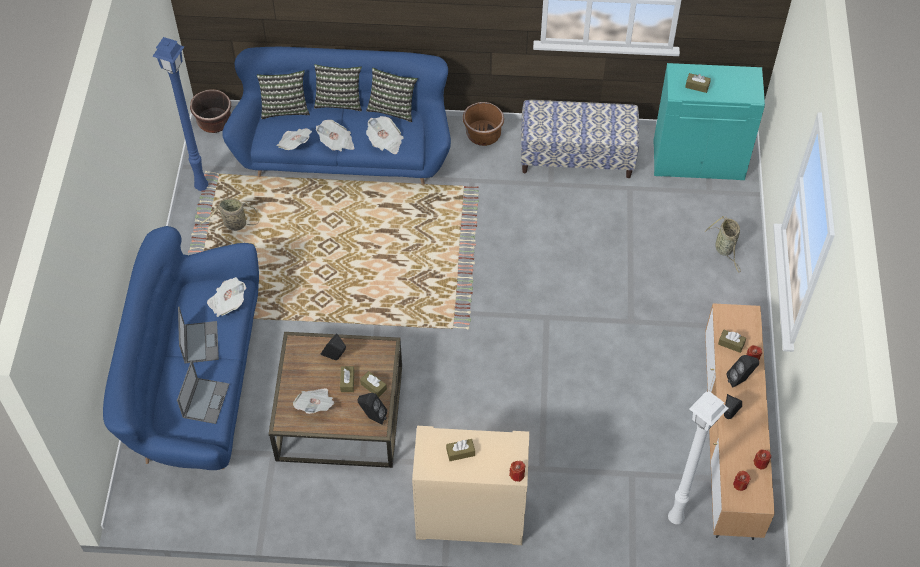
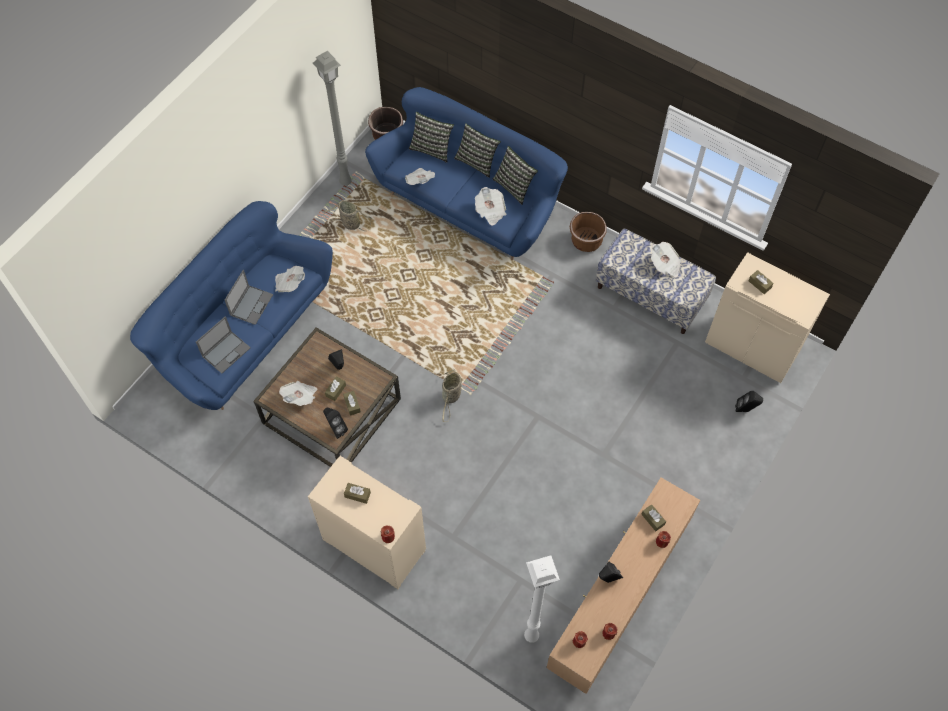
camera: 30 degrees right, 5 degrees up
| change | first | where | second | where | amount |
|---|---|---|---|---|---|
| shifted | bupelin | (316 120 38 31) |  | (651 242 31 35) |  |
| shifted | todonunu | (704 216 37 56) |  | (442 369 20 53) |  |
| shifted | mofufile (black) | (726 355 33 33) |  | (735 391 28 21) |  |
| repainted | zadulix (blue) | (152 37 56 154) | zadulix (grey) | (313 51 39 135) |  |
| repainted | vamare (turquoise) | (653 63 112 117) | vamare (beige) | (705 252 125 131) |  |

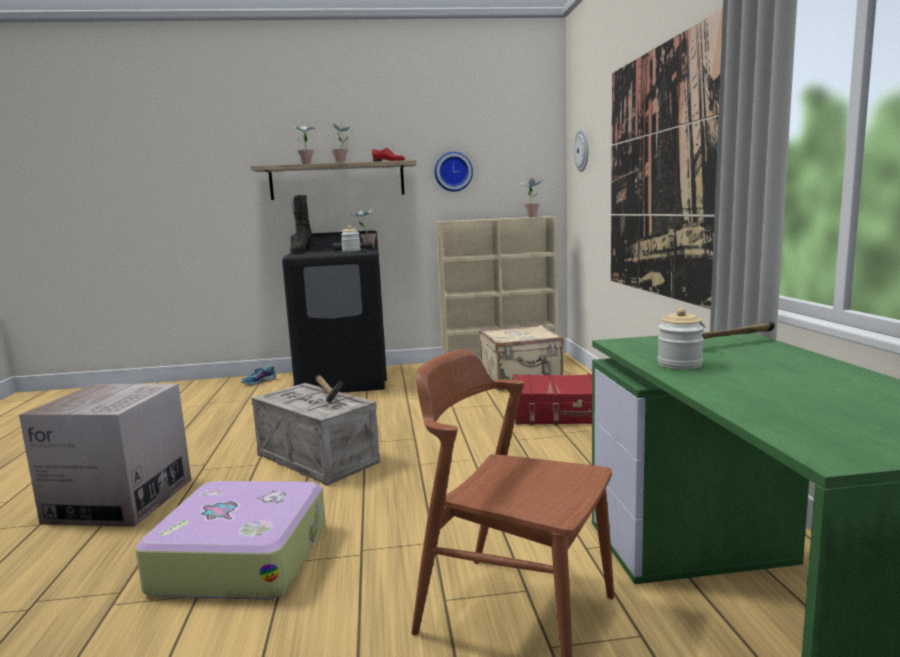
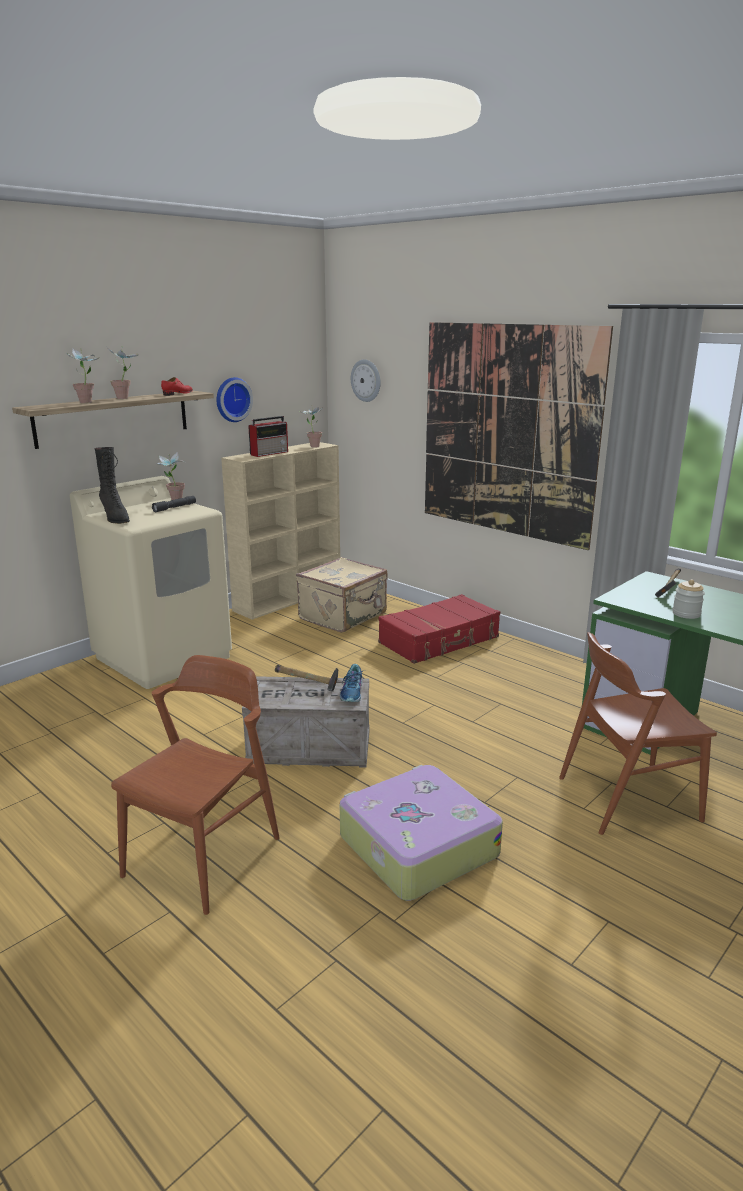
camera: 40 degrees left, 10 degrees up
| change | first | where | second | where | amount |
|---|---|---|---|---|---|
| gone | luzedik | (341 225 20 27) |  |  |  |
| new |  |  | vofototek | (248 416 40 41) |  |
| shifted | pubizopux | (241 365 35 20) |  | (340 664 25 38) |  |
| swapped | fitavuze | (19 384 172 143) | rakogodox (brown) | (111 655 169 260) |  |
| repainted | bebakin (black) | (282 230 105 163) | bebakin (beige) | (70 476 162 213) |  |

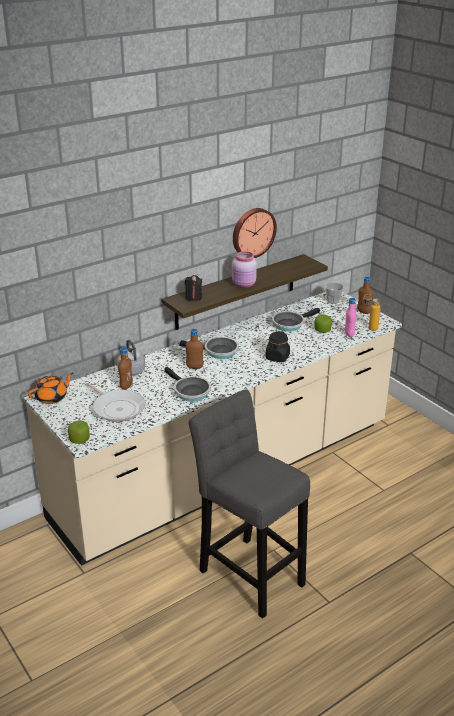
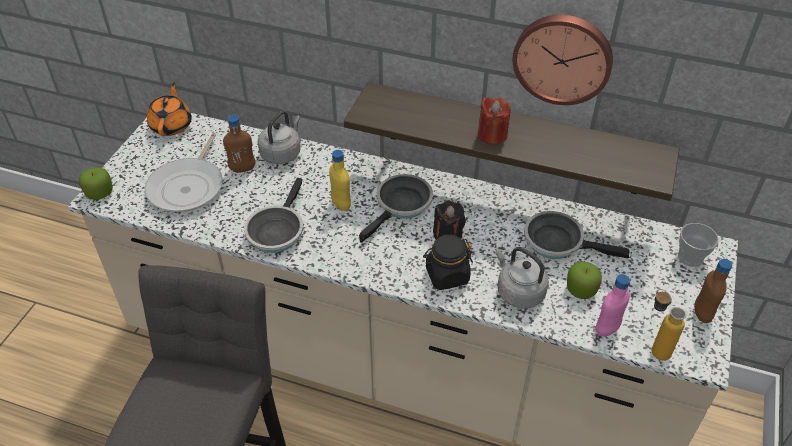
camera: 55 degrees right, 15 degrees up
| change | first | where | second | where | amount |
|---|---|---|---|---|---|
| new |  |  | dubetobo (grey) | (496 247 53 61) |  |
| shifted | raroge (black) | (185 275 17 27) |  | (433 200 33 39) |  |
| swapped | luzedik (pink) | (232 251 25 37) | raroge (red) | (478 97 33 48) |  |
| repainted | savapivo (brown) | (186 329 18 40) | savapivo (yellow) | (329 150 22 61) |  |
| rotated | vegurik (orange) | (28 373 45 31) |  | (147 82 45 54) | 105 degrees counterclockwise |
| rotated | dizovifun | (179 337 60 22) |  | (359 174 74 69) | 120 degrees counterclockwise |

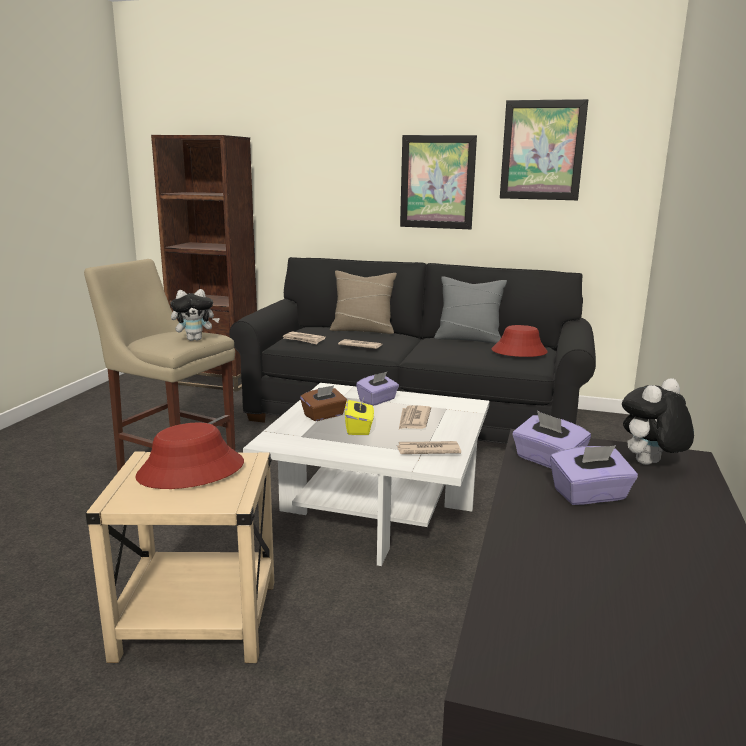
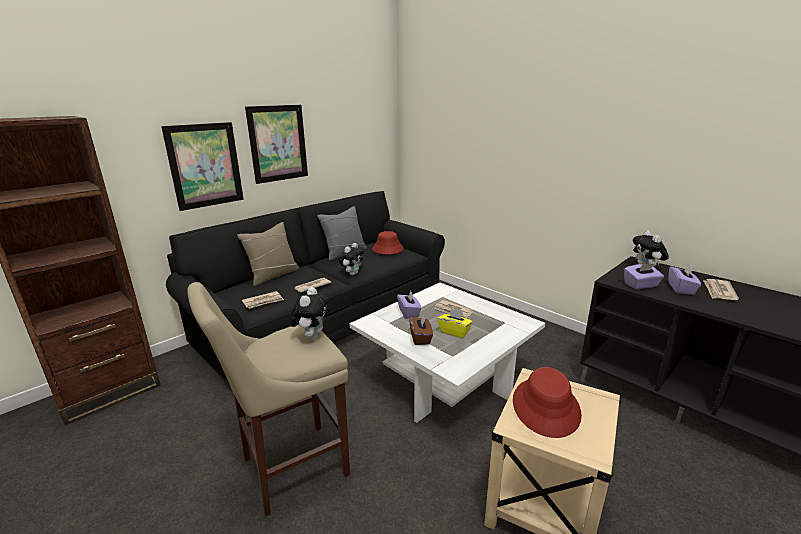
camera: 60 degrees left, 5 degrees up
| change | first | where | second | where | amount |
|---|---|---|---|---|---|
| new |  |  | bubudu | (339 243 25 32) |  |
| shifted | bupelin | (397 441 64 13) |  | (703 279 36 21) |  |
| shifted | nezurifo | (500 99 88 101) |  | (161 122 83 89) |  |

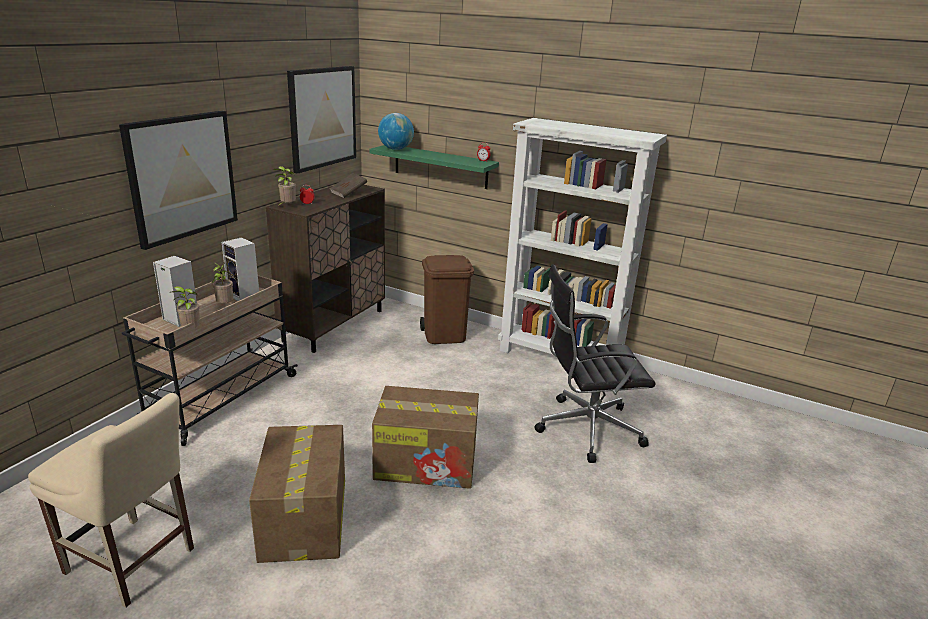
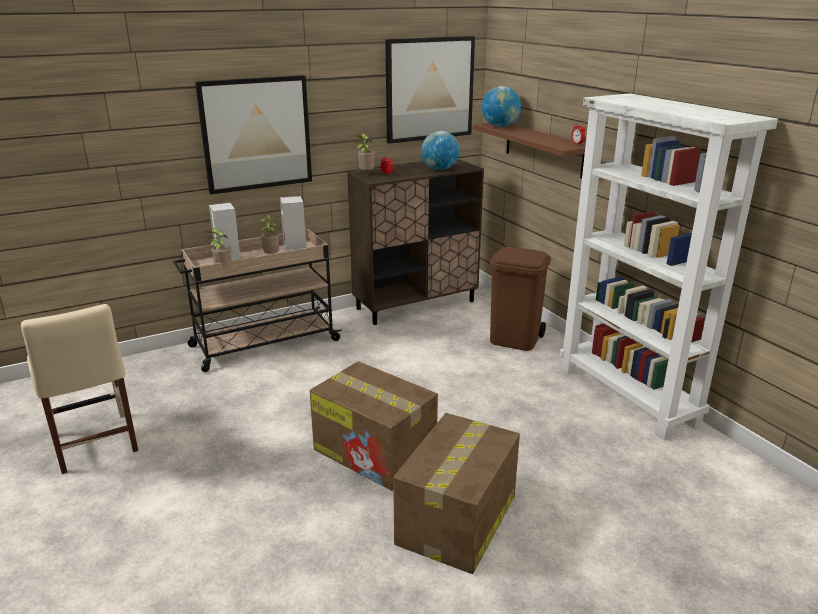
camera: 35 degrees right, 0 degrees up
| change | first | where | second | where | amount |
|---|---|---|---|---|---|
| gone | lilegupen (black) | (534 264 122 199) |  |  |  |
| shifted | fitavuze | (249 425 96 138) |  | (393 413 127 161) |  |
| swapped | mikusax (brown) | (329 173 38 25) | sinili | (421 131 39 39) |  |
| repainted | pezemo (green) | (369 145 130 44) | pezemo (brown) | (474 123 112 55) |  |

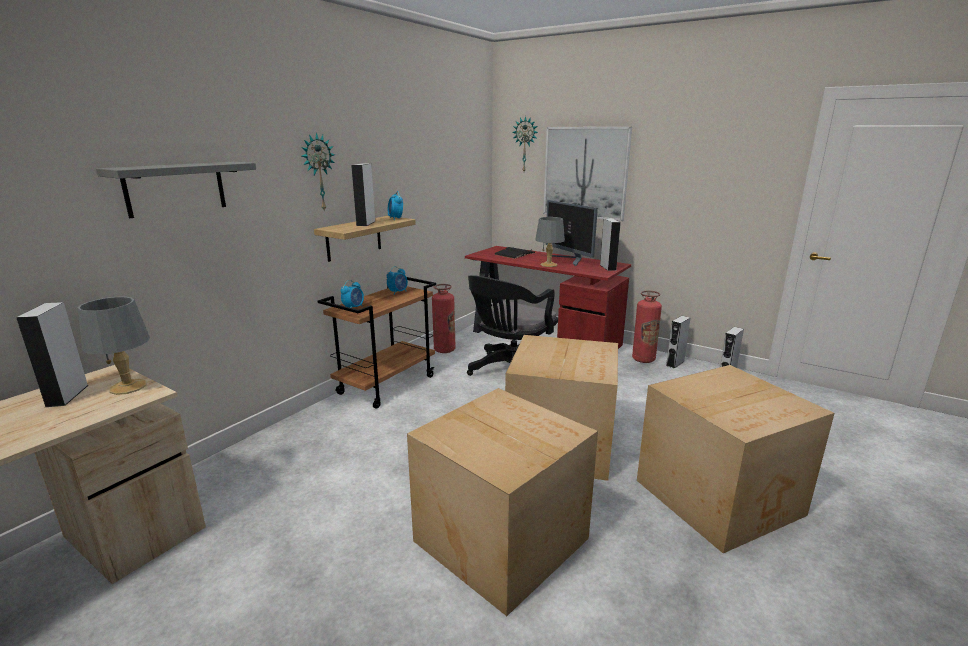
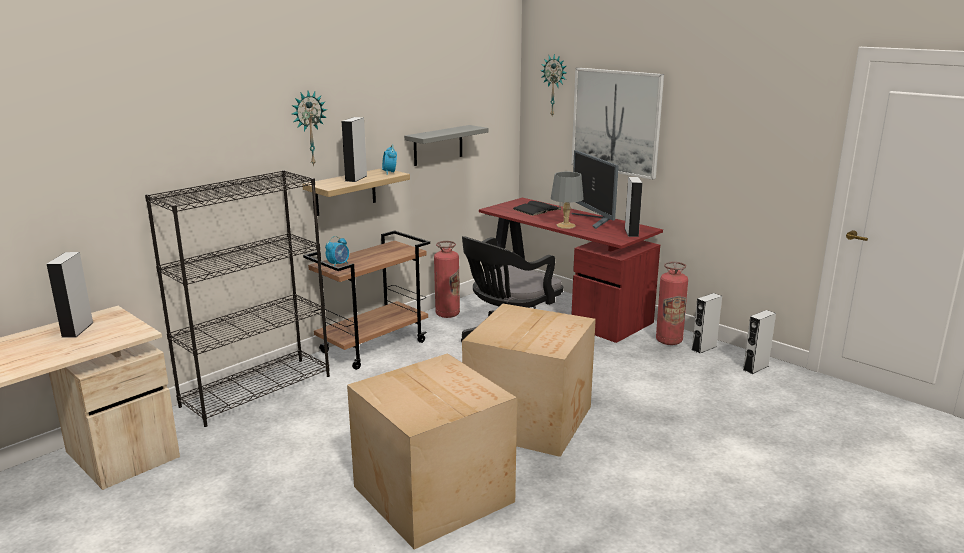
camera: 10 degrees right, 0 degrees up
| change | first | where | second | where | amount |
|---|---|---|---|---|---|
| gone | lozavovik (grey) | (78 297 72 98) |  |  |  |
| gone | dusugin | (387 266 21 29) |  |  |  |
| gone | fitavuze | (637 365 198 188) |  |  |  |
| new |  |  | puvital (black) | (145 170 185 257) |  |
| shifted | pezemo (grey) | (96 162 160 56) |  | (404 125 84 41) |  |

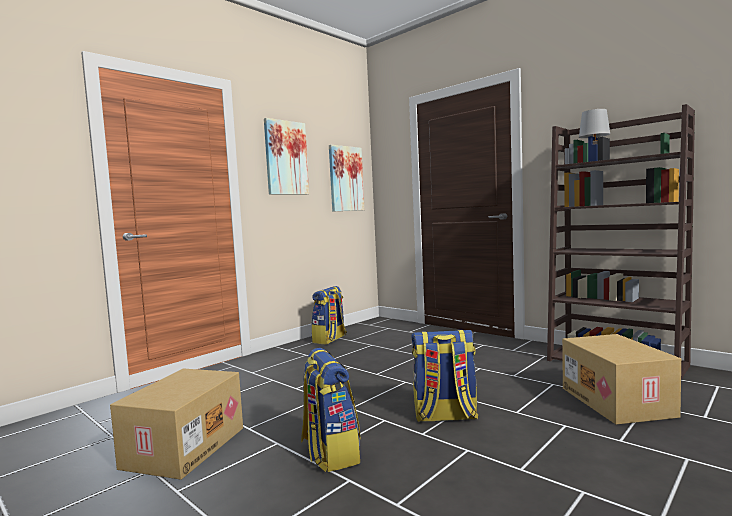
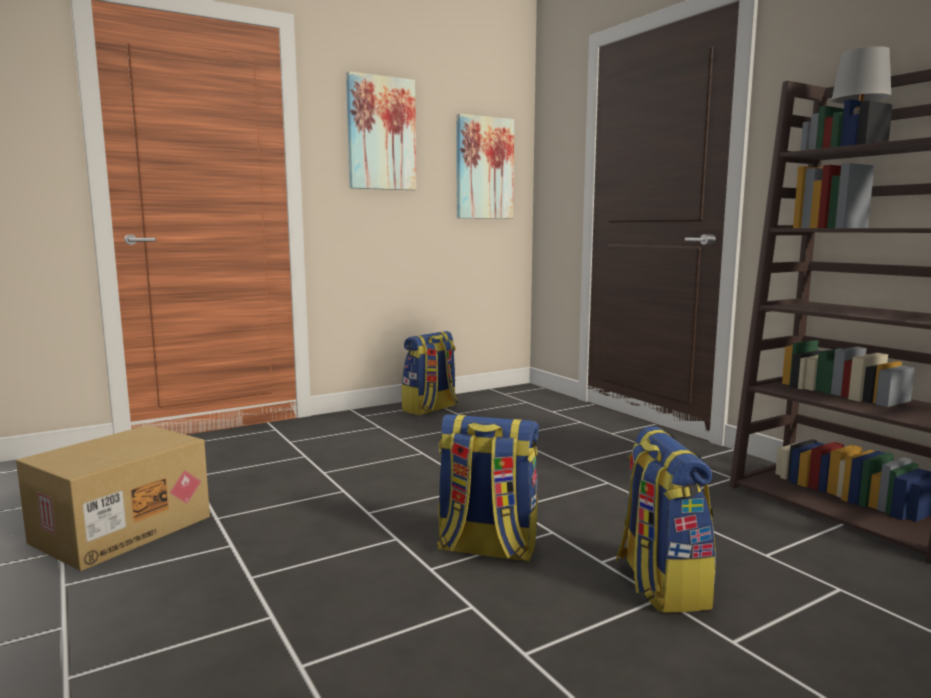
camera: 15 degrees right, 5 degrees up
| change | first | where | second | where | amount |
|---|---|---|---|---|---|
| gone | fitavuze | (562 334 119 91) |  |  |  |
| shifted | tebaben | (301 348 59 124) |  | (616 426 100 187) |  |

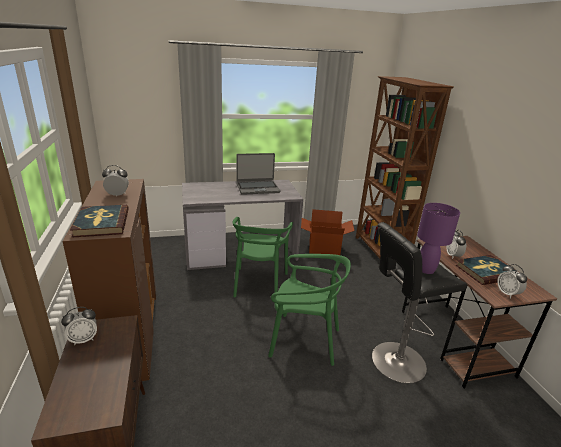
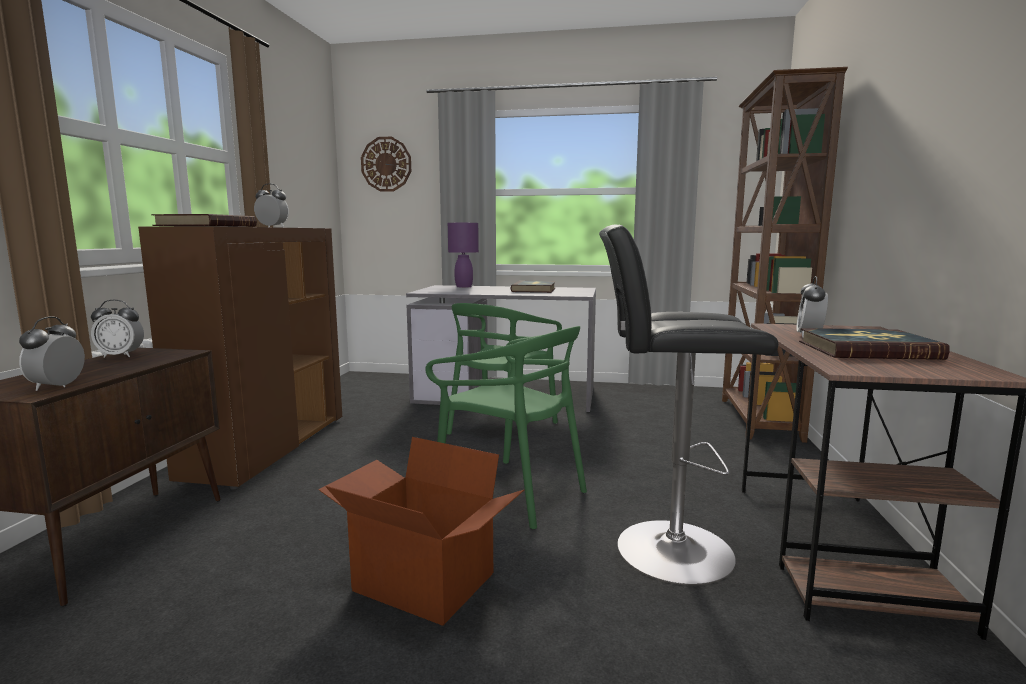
camera: 25 degrees right, 15 degrees down
| change | first | where | second | where | amount |
|---|---|---|---|---|---|
| new |  |  | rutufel | (361 137 50 55) |  |
| shifted | fitavuze | (301 209 53 46) |  | (319 437 205 189) |  |
| shifted | lozavovik (purple) | (417 203 43 71) |  | (448 223 31 65) |  |
| shifted | dusugin | (497 264 30 34) |  | (19 317 66 74) |  |
| swapped | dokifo | (236 153 44 42) | mikusax | (511 281 45 12) |  |

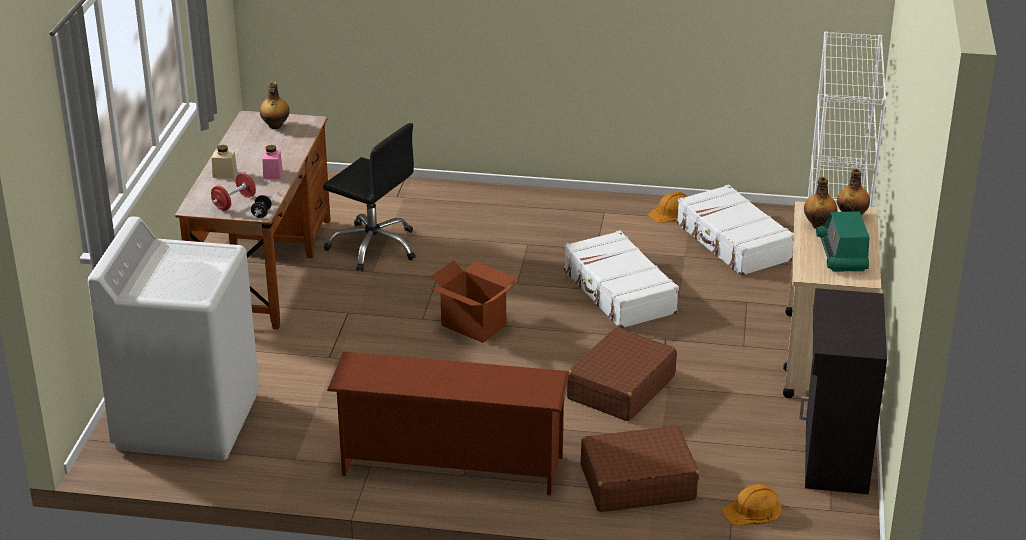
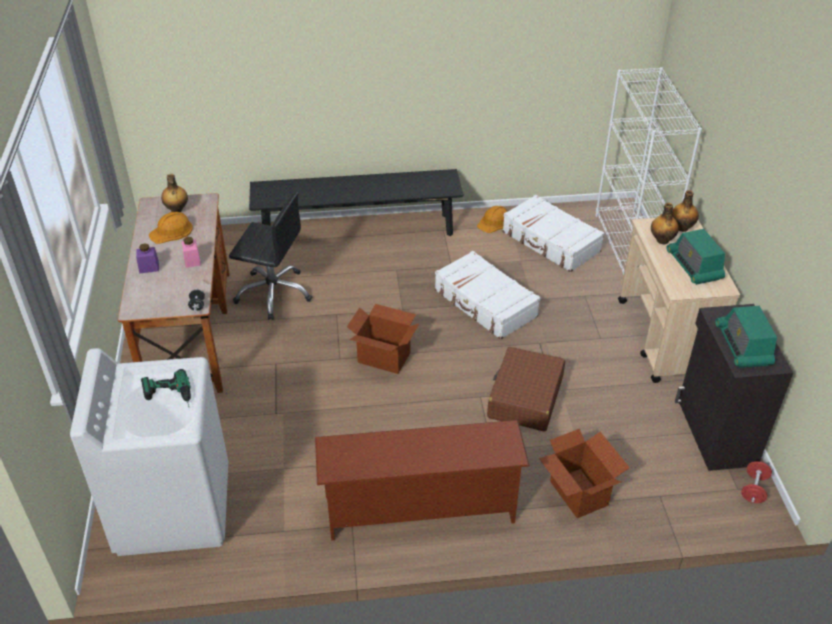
camera: 15 degrees left, 10 degrees up
| change | first | where | second | where | amount |
|---|---|---|---|---|---|
| new |  |  | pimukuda | (141 369 50 38) |  |
| new |  |  | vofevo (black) | (249 169 215 67) |  |
| new |  |  | vofototek | (715 306 62 62) |  |
| shifted | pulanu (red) | (211 173 45 38) |  | (741 461 31 42) |  |
| shifted | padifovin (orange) | (722 484 60 42) |  | (148 212 45 32) |  |
| swapped | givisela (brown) | (581 425 118 87) | fitavuze | (539 429 91 89) |  |
| repainted | luzedik (beige) | (212 145 25 33) | luzedik (purple) | (136 243 23 31) |  |

